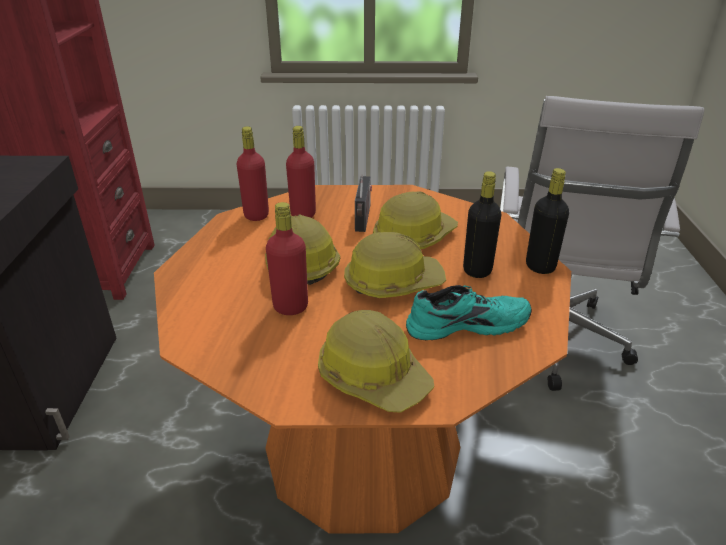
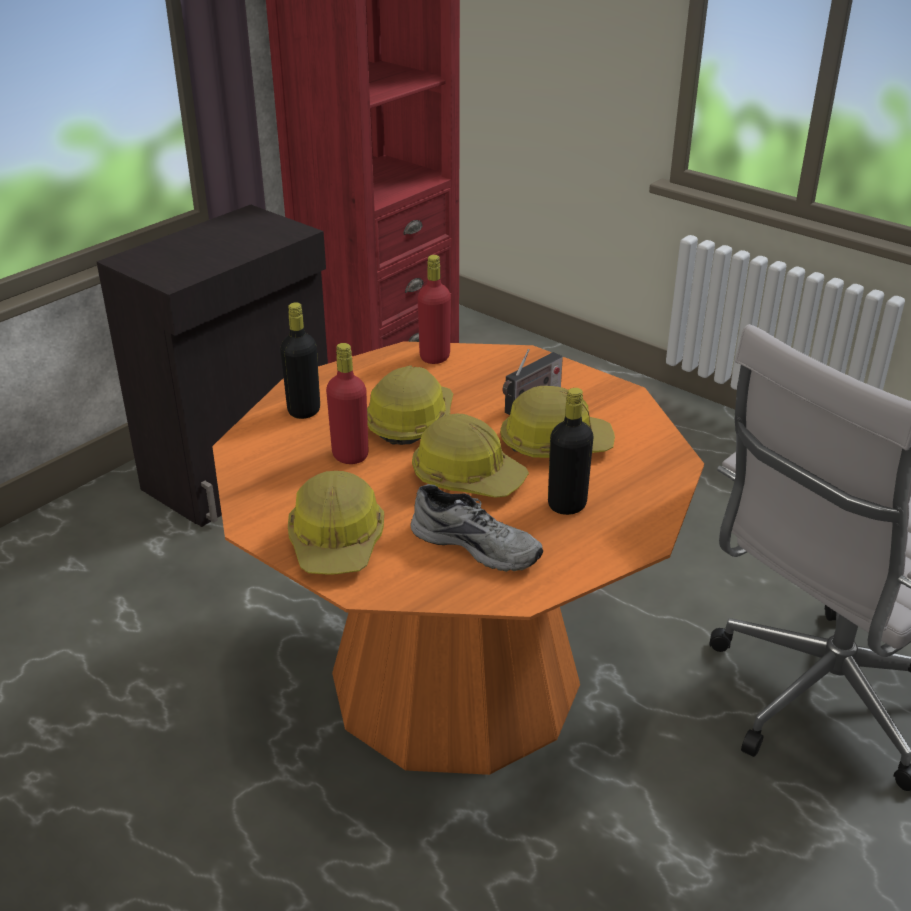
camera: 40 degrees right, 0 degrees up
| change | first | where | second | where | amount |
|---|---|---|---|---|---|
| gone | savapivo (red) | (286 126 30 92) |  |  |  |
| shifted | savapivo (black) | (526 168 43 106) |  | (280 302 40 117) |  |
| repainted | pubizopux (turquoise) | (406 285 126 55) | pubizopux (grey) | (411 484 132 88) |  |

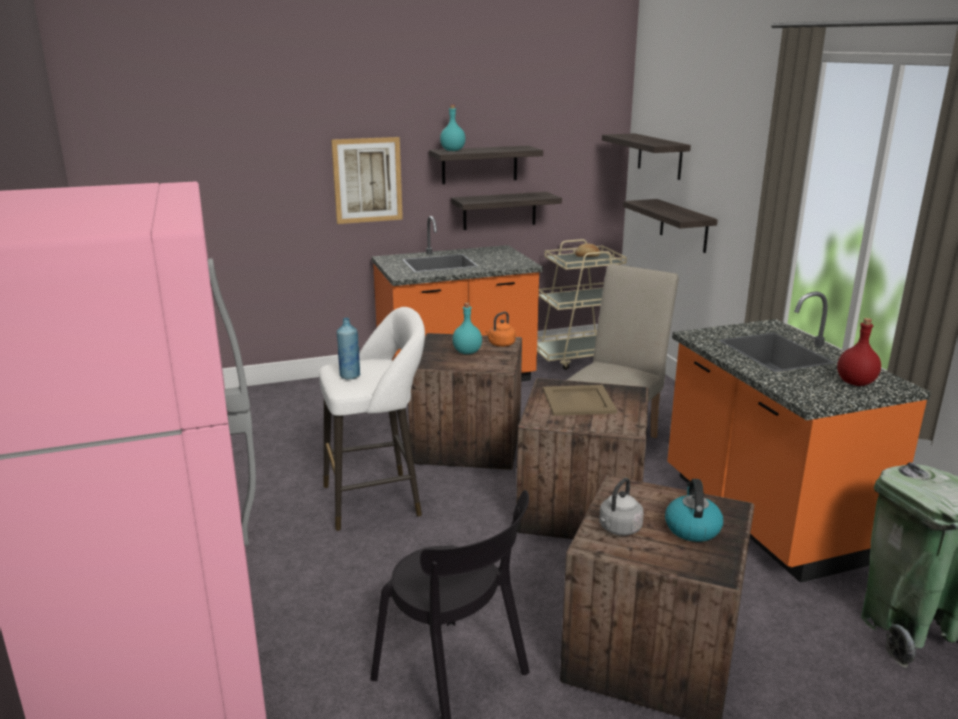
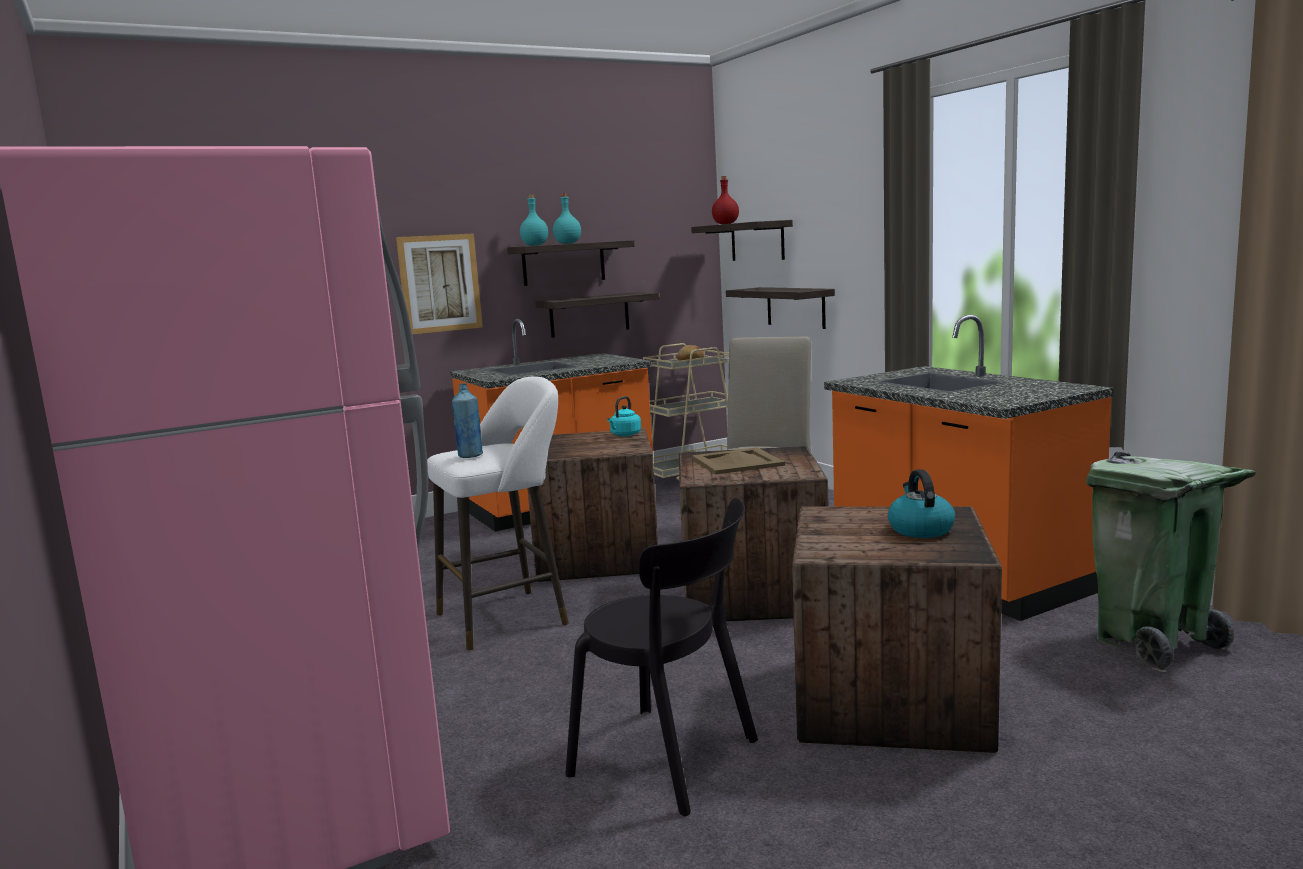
camera: 10 degrees left, 10 degrees down
| change | first | where | second | where | amount |
|---|---|---|---|---|---|
| gone | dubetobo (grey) | (599 478 45 58) |  |  |  |
| shifted | savapivo (turquoise) | (453 303 29 51) |  | (553 193 28 51) |  |
| shifted | savapivo (red) | (837 318 44 68) |  | (712 176 27 48) |  |
| repainted | dubetobo (orange) | (485 312 31 35) | dubetobo (turquoise) | (607 396 34 40) |  |

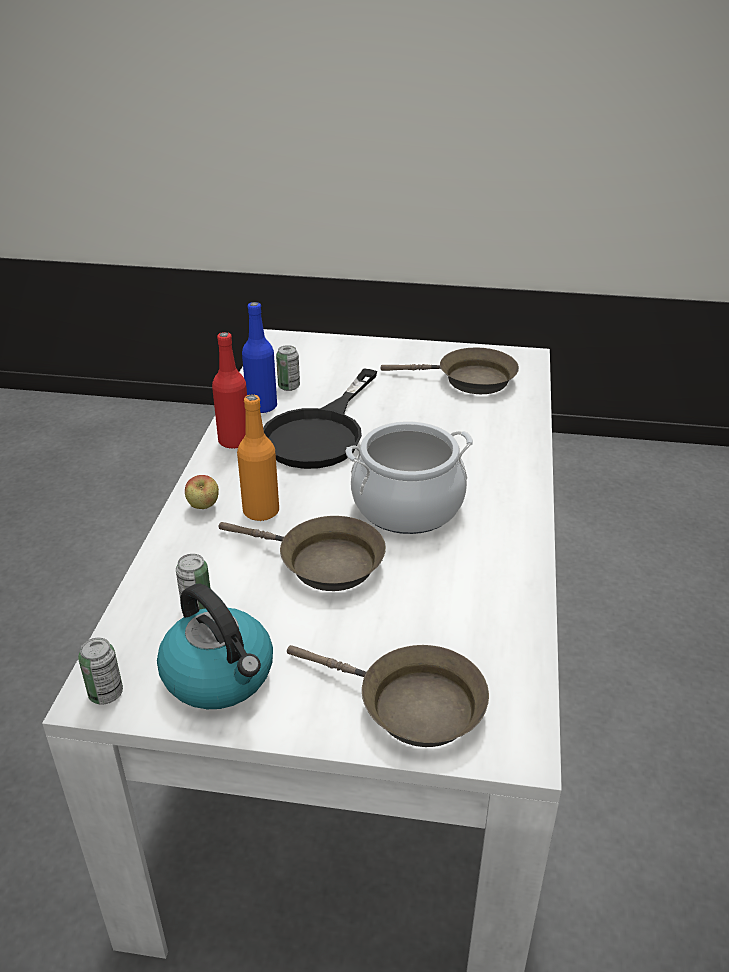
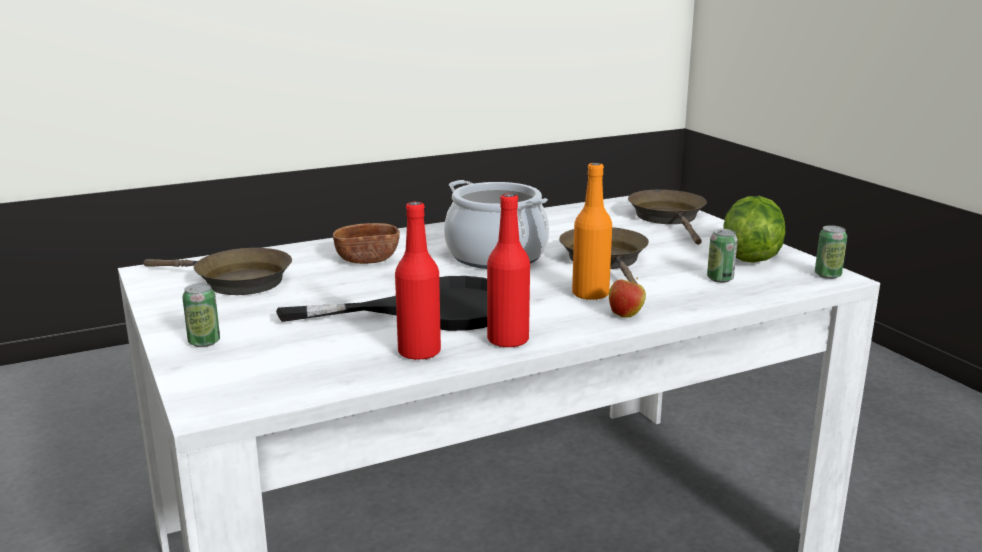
camera: 125 degrees left, 15 degrees down
| change | first | where | second | where | amount |
|---|---|---|---|---|---|
| new |  |  | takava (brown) | (333 223 67 41) |  |
| shifted | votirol | (276 345 24 46) |  | (182 283 38 64) |  |
| swapped | dubetobo | (157 583 116 126) | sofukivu | (723 196 62 67) |  |
| repainted | savapivo (blue) | (242 302 35 111) | savapivo (red) | (395 202 46 158) |  |
| rotated | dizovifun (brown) | (381 348 138 46) |  | (144 248 148 47) | 135 degrees clockwise |

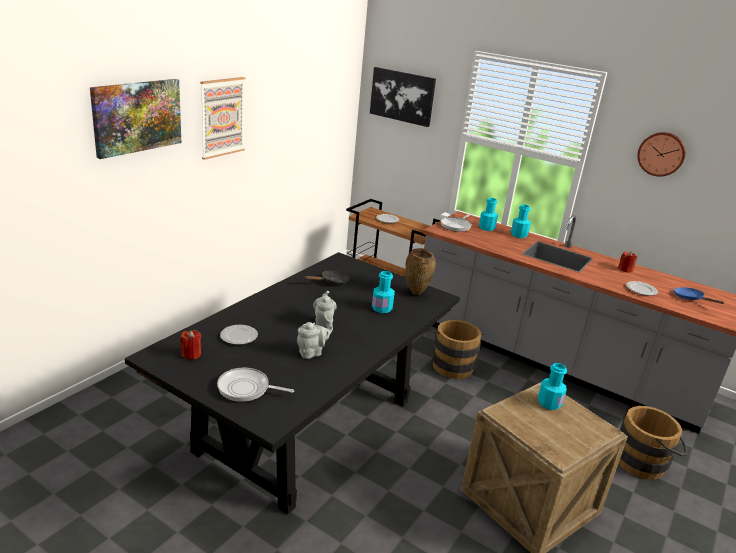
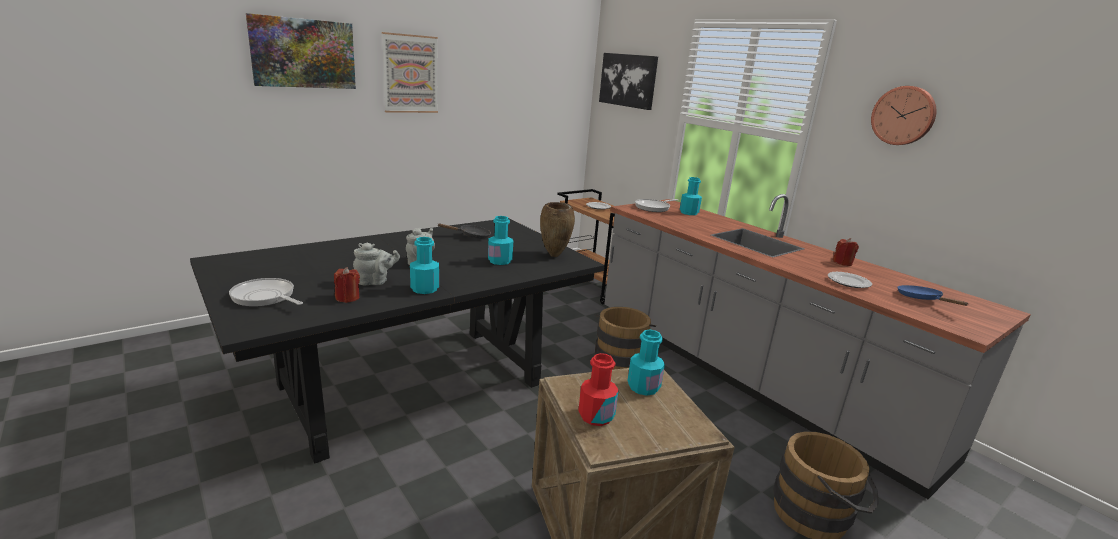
camera: 20 degrees right, 5 degrees down
| change | first | where | second | where | amount |
|---|---|---|---|---|---|
| gone | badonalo | (220 325 38 20) |  |  |  |
| new |  |  | savapivo (red) | (578 353 41 73) |  |
| shifted | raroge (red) | (180 330 21 30) |  | (334 267 26 36) |  |
| shifted | savapivo (turquoise) | (511 205 20 33) |  | (410 237 29 57) |  |

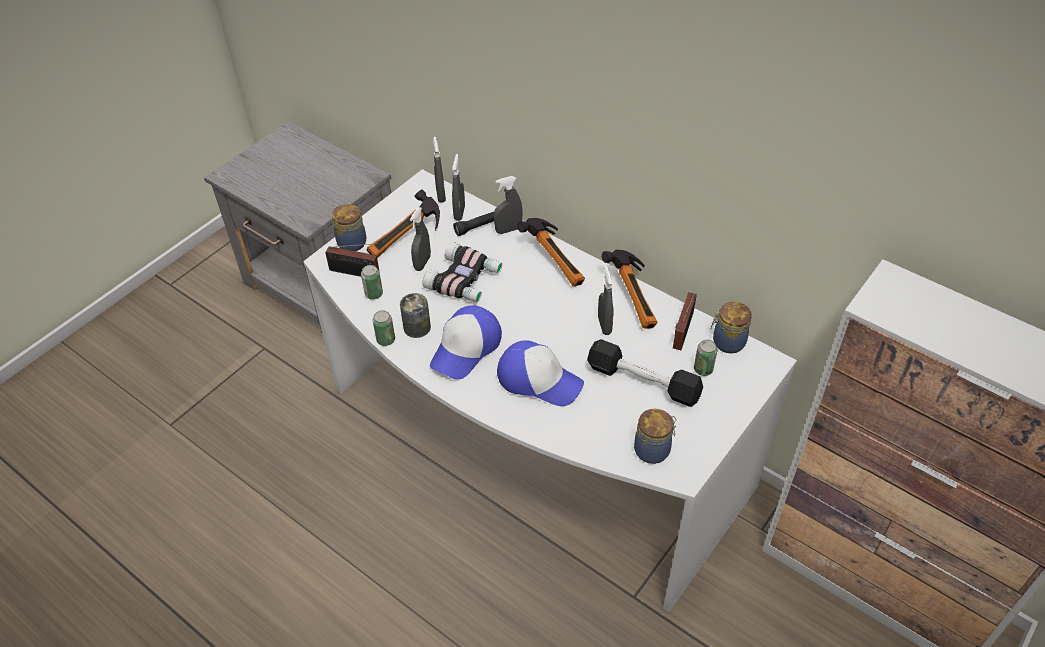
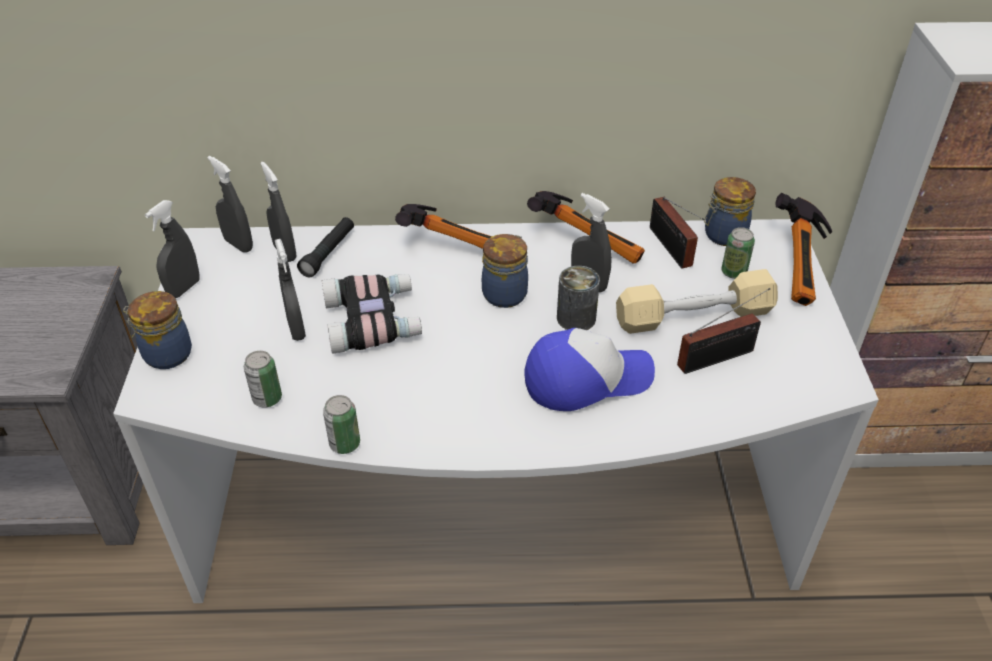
camera: 40 degrees left, 5 degrees down
| change | first | where | second | where | amount |
|---|---|---|---|---|---|
| gone | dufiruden | (430 306 72 74) |  |  |  |
| shifted | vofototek | (325 243 55 34) |  | (677 288 93 86) |  |
| shifted | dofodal | (366 189 74 69) |  | (775 193 57 113) |  |
| shifted | votirol | (400 293 31 45) |  | (557 266 43 64) |  |
| shifted | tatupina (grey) | (494 176 29 58) |  | (145 200 54 98) |  |
| shifted | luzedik | (634 409 43 55) |  | (482 234 46 74) |  |
| repainted | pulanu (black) | (587 339 116 68) | pulanu (beige) | (616 269 162 65) |  |

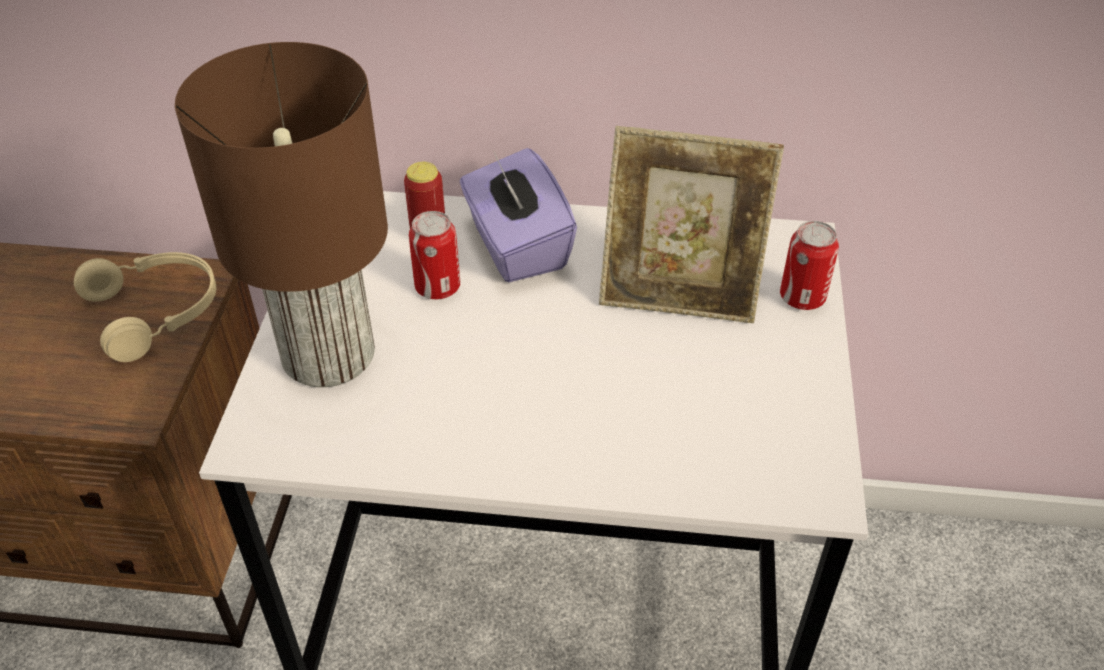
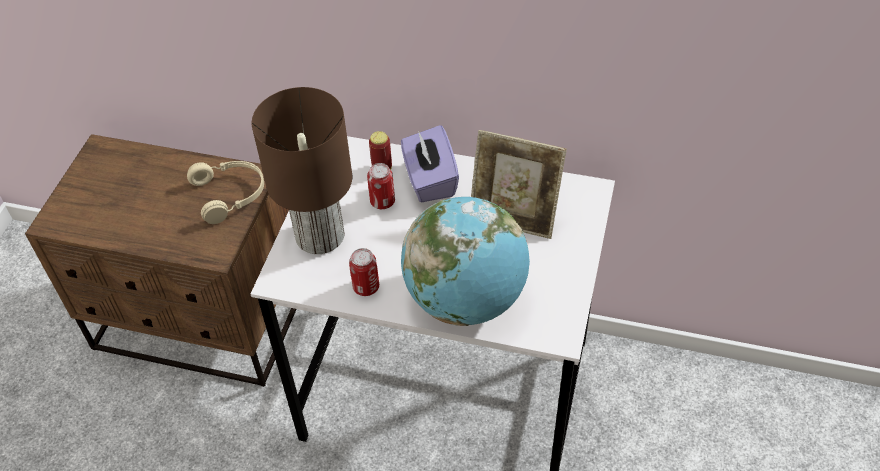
camera: 10 degrees right, 5 degrees up
| change | first | where | second | where | amount |
|---|---|---|---|---|---|
| new |  |  | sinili | (401 197 129 129) |  |
| shifted | votirol | (780 221 59 89) |  | (349 248 30 48) |  |

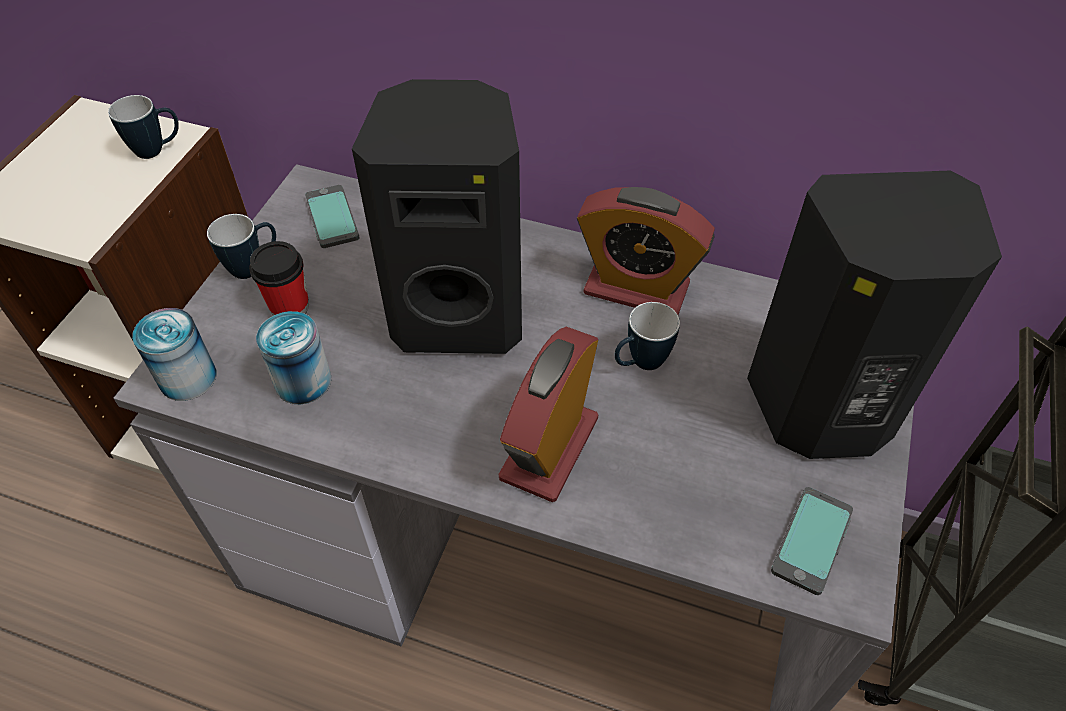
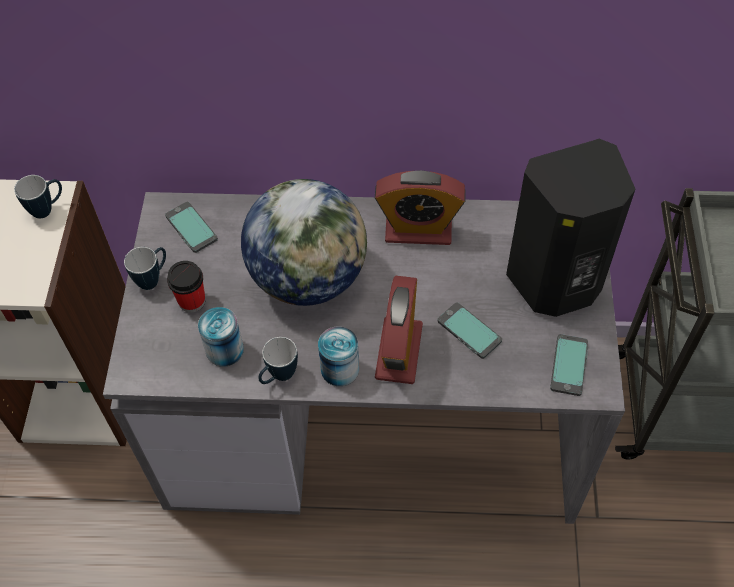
camera: 15 degrees left, 5 degrees up
| change | first | where | second | where | amount |
|---|---|---|---|---|---|
| new |  |  | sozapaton | (438 302 64 57) |  |
| shifted | votirol | (132 308 85 93) |  | (318 327 41 59) |  |
| shifted | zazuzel | (615 302 65 68) |  | (258 337 40 47) |  |
| swapped | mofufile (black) | (352 79 170 275) | sinili | (241 179 126 127) |  |

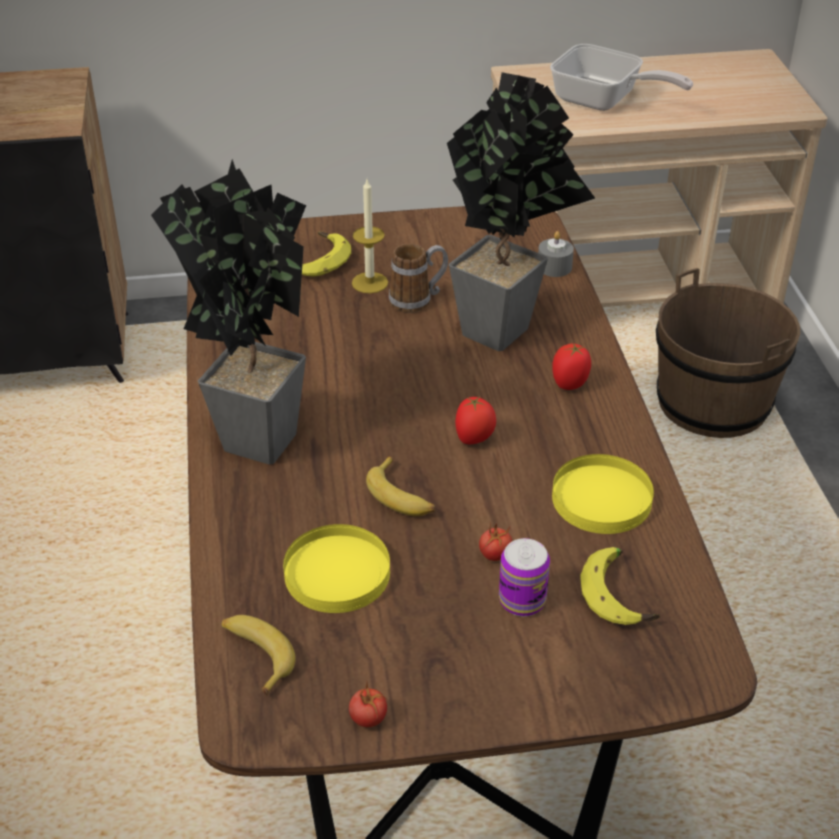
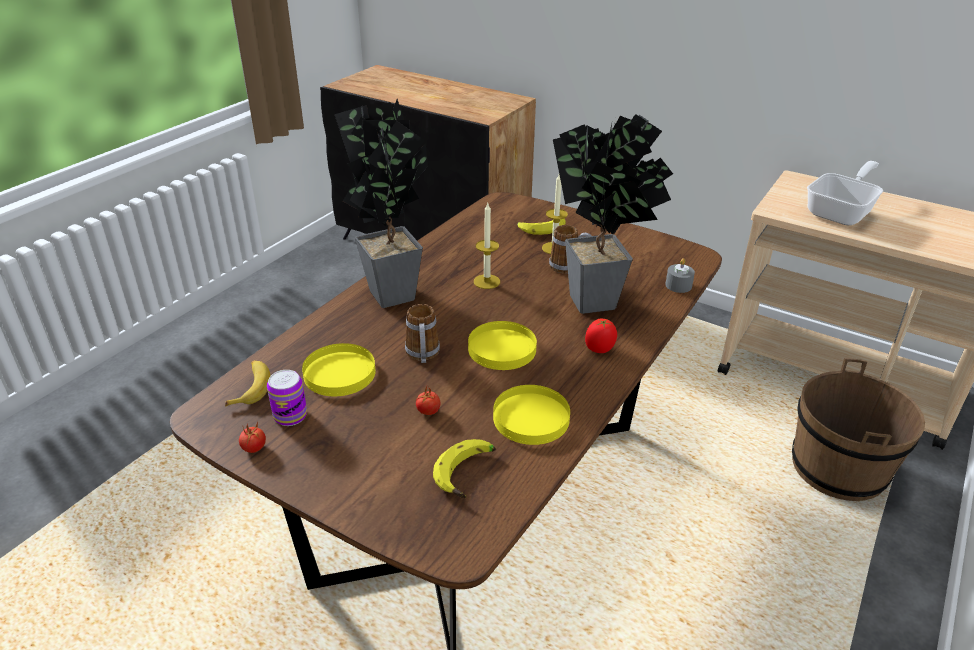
camera: 40 degrees right, 5 degrees down
| change | first | where | second | where | amount |
|---|---|---|---|---|---|
| new |  |  | raroge | (474 203 26 86) |  |
| shifted | votirol | (499 538 51 78) |  | (267 370 40 56) |  |
| swapped | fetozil | (366 456 69 60) | zazuzel | (405 304 35 59) |  |
| swapped | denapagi | (455 396 41 48) | badonalo (yellow) | (468 321 69 49) |  |
| rotated | dizovifun | (550 44 143 67) |  | (807 161 76 65) | 120 degrees counterclockwise |

